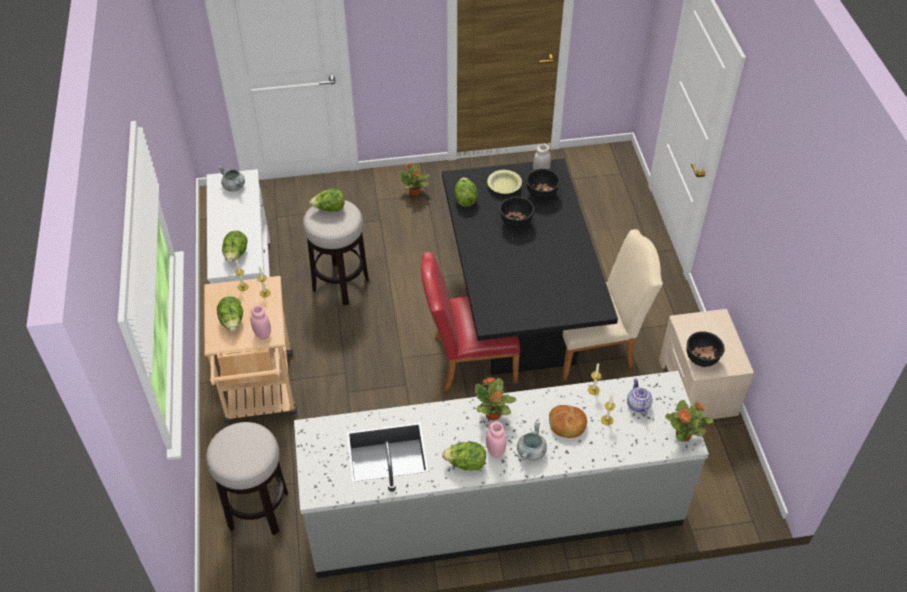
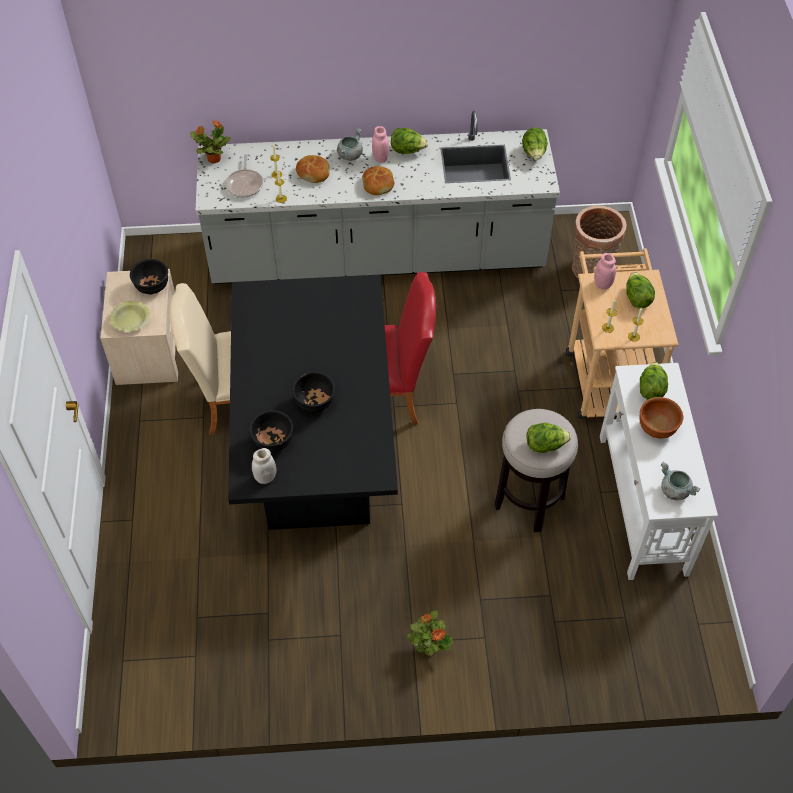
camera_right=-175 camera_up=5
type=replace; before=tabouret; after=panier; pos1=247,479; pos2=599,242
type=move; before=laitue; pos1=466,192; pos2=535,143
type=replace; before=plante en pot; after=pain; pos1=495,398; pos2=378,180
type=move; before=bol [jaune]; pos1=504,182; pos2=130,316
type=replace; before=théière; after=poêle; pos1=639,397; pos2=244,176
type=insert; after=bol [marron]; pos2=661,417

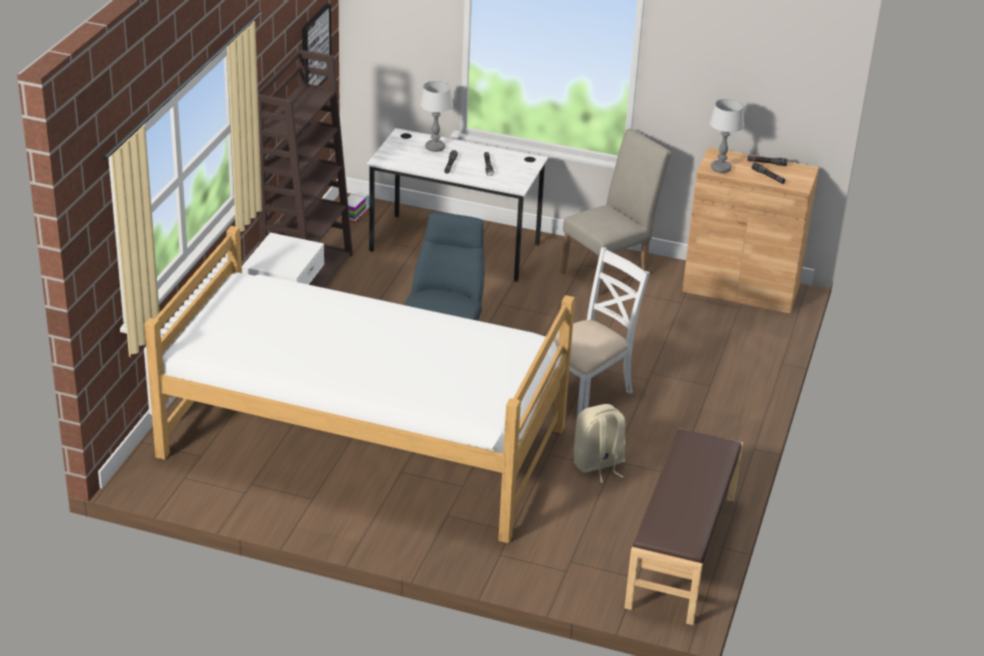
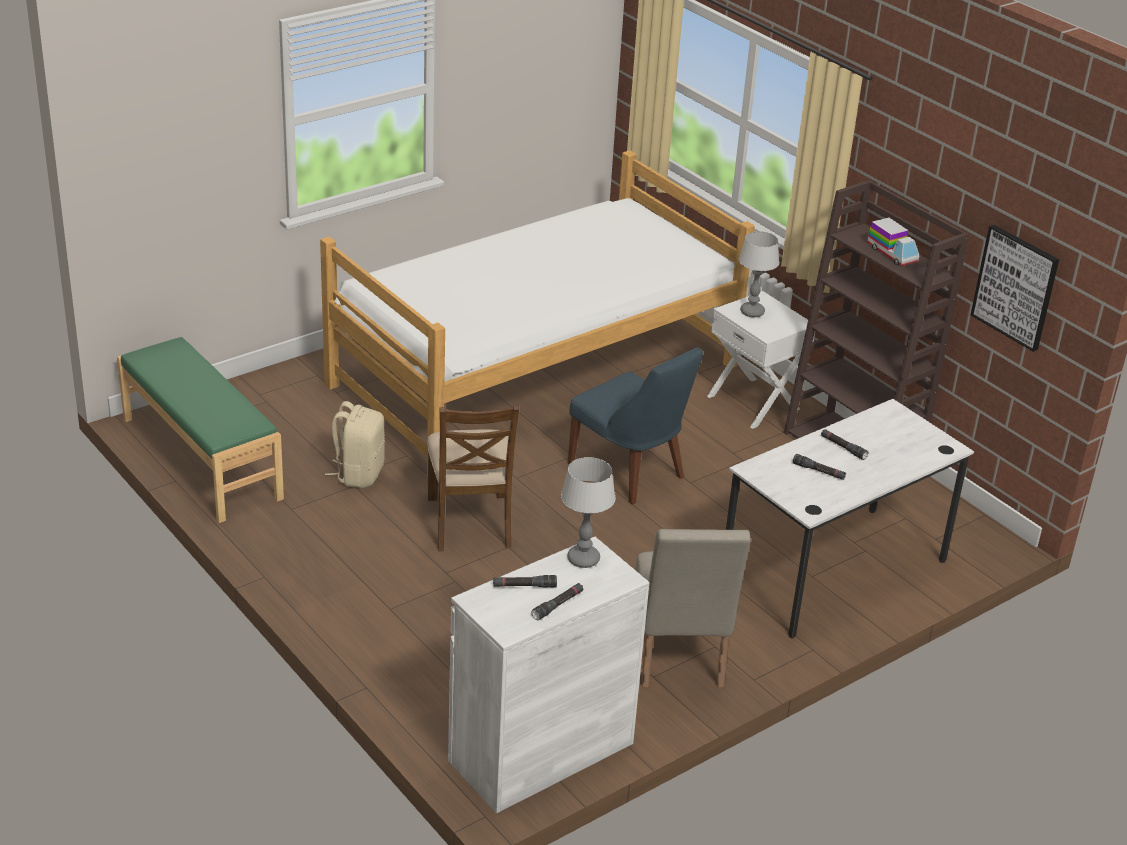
camera_right=125 camera_up=0
type=move; before=camion jouet; pos1=355,207; pos2=893,241
type=move; before=lampe de table; pos1=436,116; pos2=759,274
type=recolor; before=chaise [blanc]; after=chaise [marron]; pos1=597,332; pos2=473,478
type=recolor; before=banc [marron]; after=banc [vert]; pos1=683,526; pos2=200,430
type=recolor; before=meuble de rangement [marron]; after=meuble de rangement [blanc]; pos1=750,230; pos2=548,675

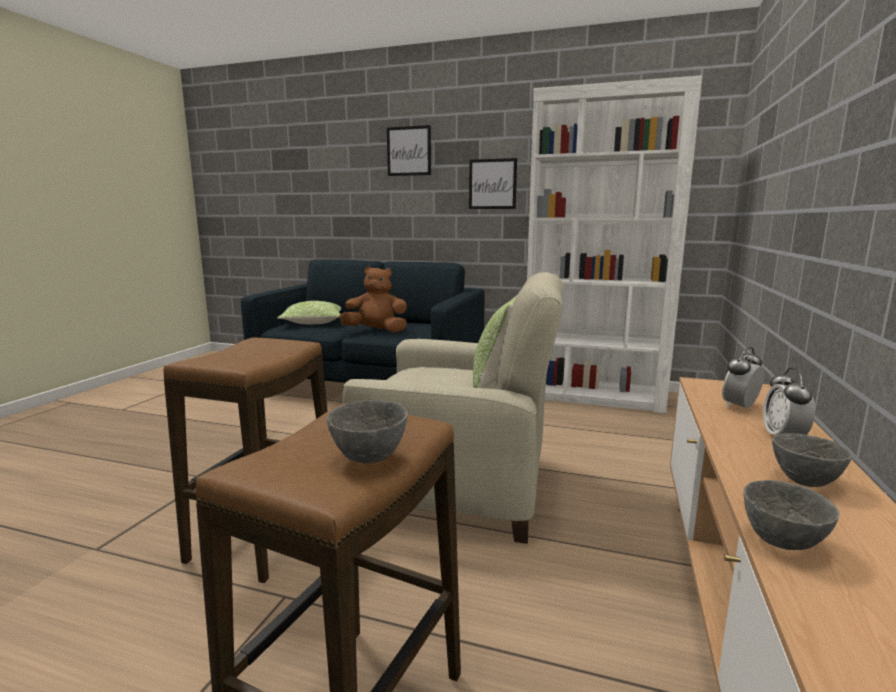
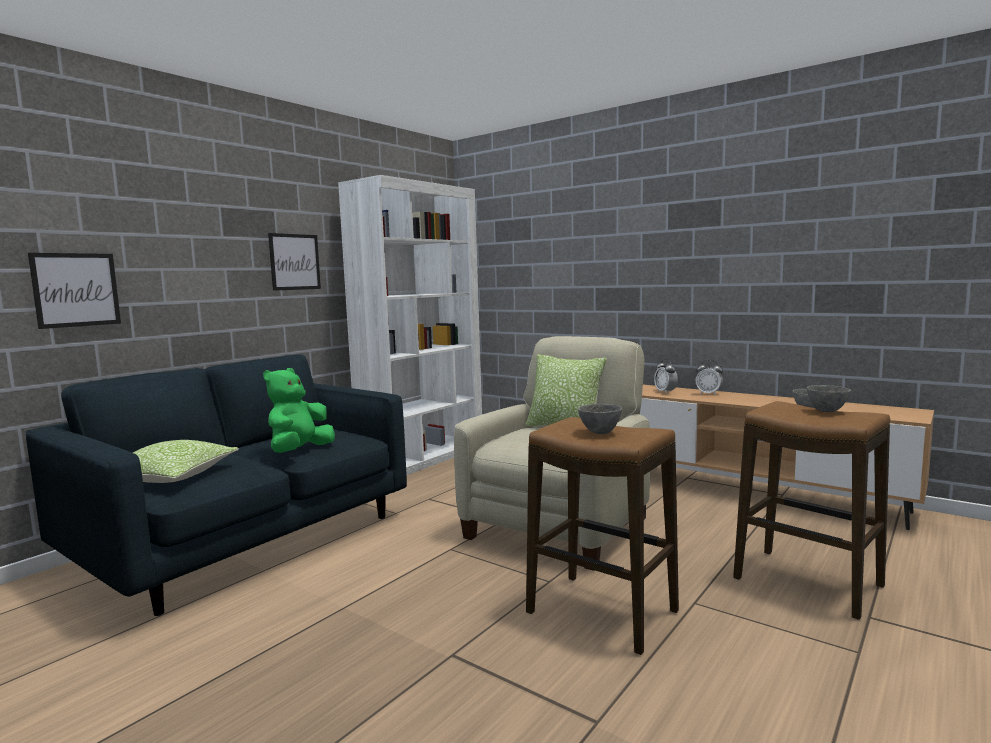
camera_right=-70 camera_up=-5
type=recolor; before=peluche [marron]; after=peluche [vert]; pos1=373,299; pos2=299,410
type=move; before=tableau; pos1=409,150; pos2=74,291
type=move; before=bol [gris]; pos1=812,460; pos2=600,419

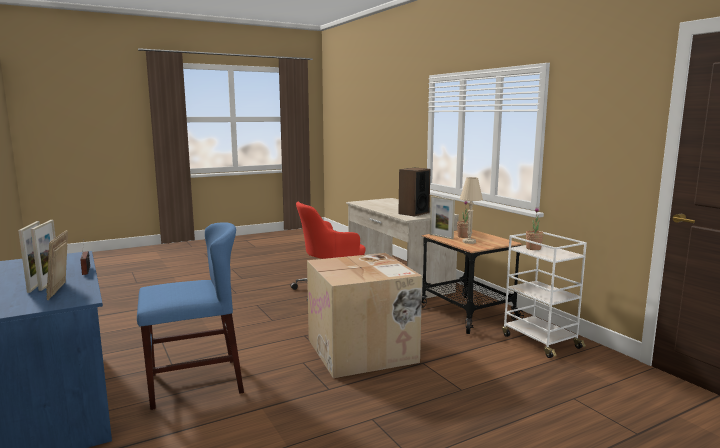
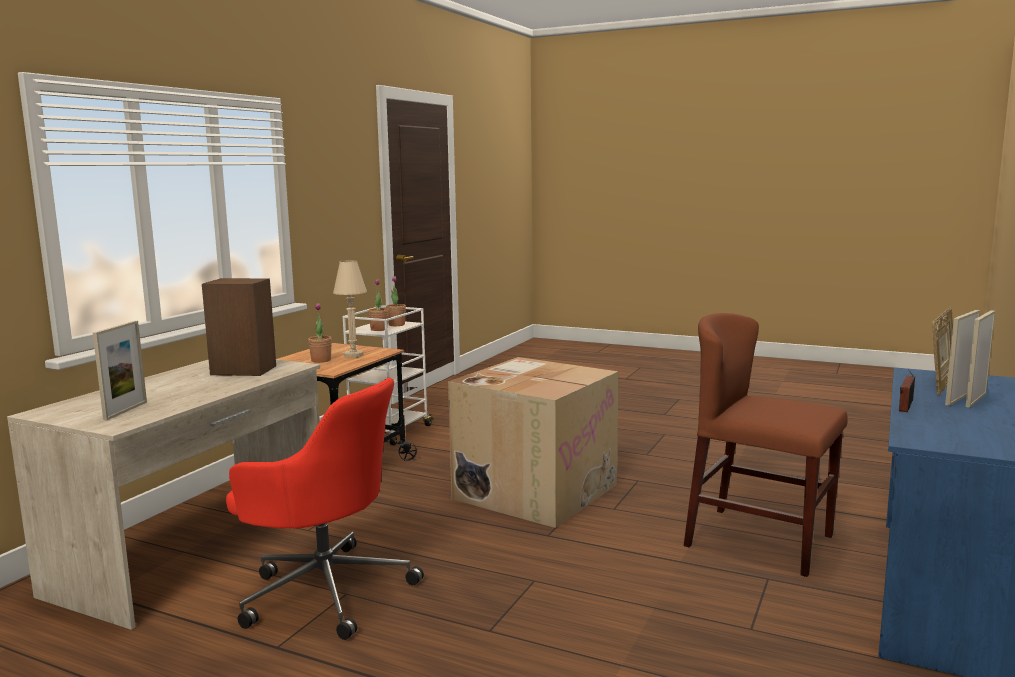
camera_right=-125 camera_up=0
type=recolor; before=chaise [bleu]; after=chaise [marron]; pos1=190,316; pos2=766,445
type=move; before=cadre photo; pos1=442,217; pos2=120,370
type=insert; after=plante en pot; pos2=396,301

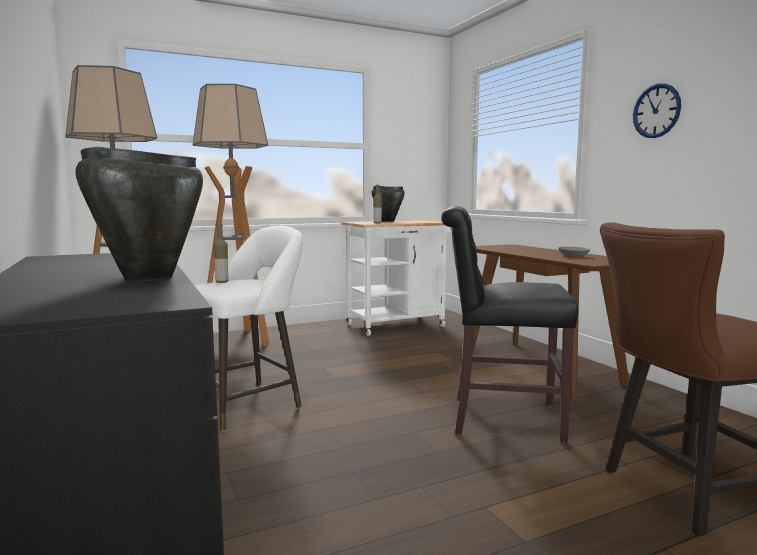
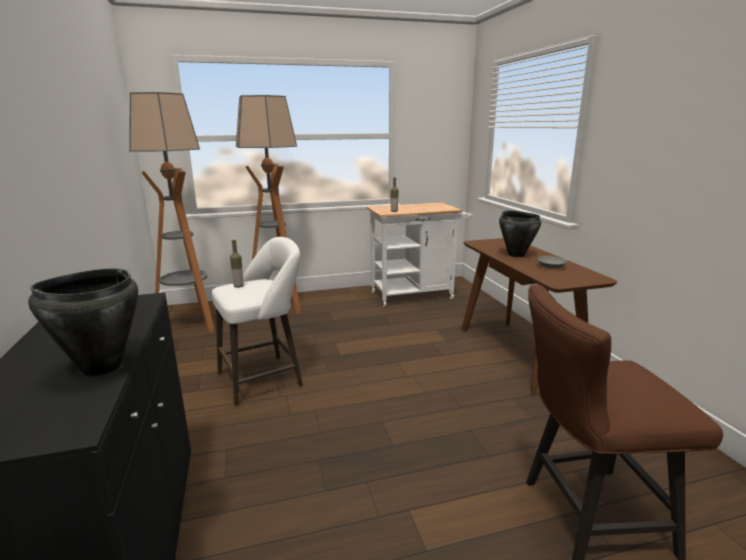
camera_right=10 camera_up=10
type=move; before=marmite [noir]; pos1=388,204; pos2=520,234
type=delete; before=chaise [noir]; pos1=509,324
type=delete; before=horloge murale; pos1=657,110

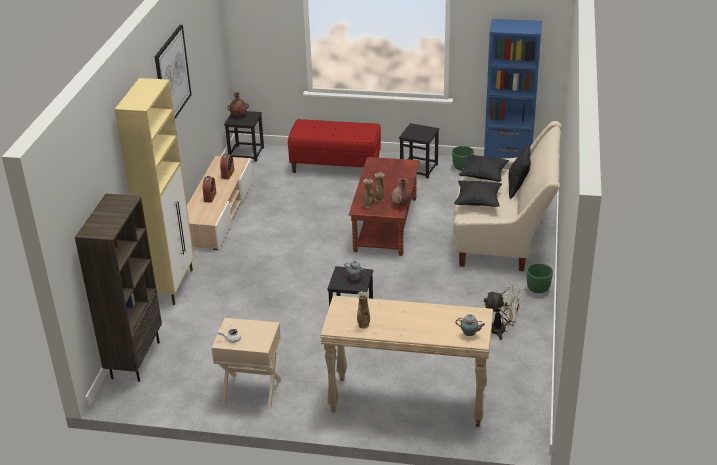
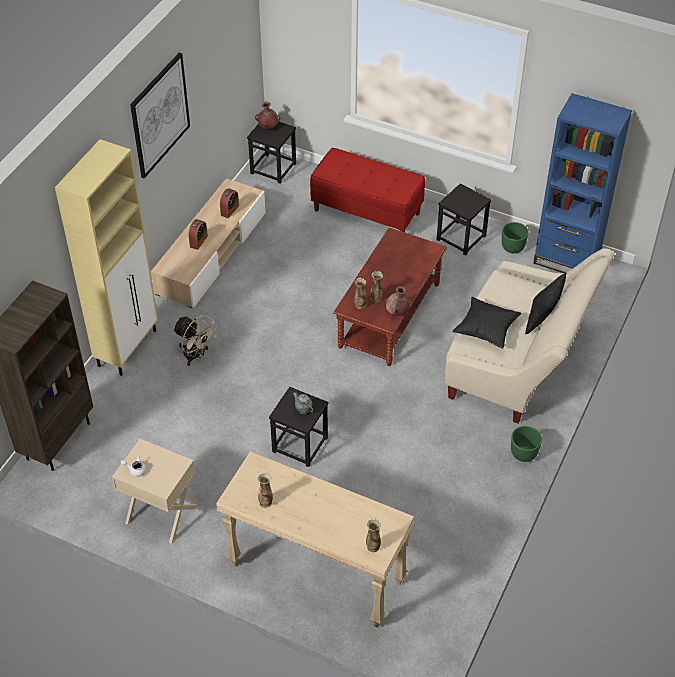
camera_right=15 camera_up=15
type=replace; before=théière; after=vase; pos1=470,325; pos2=373,535
type=delete; before=coussin [noir]; pos1=484,168
type=move; before=ventilateur [beige]; pos1=503,312; pos2=194,340

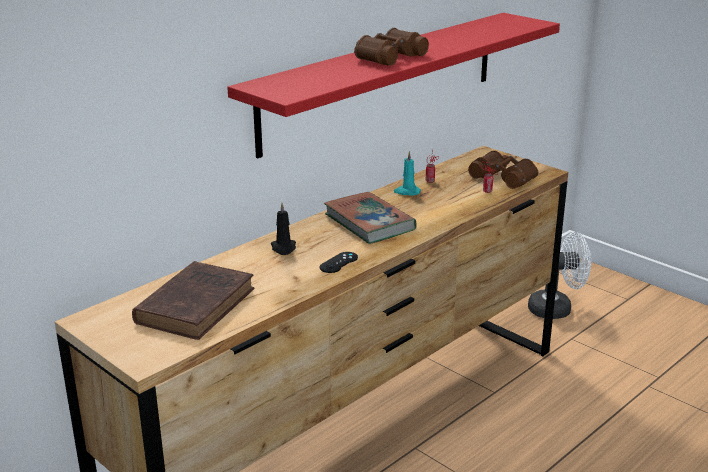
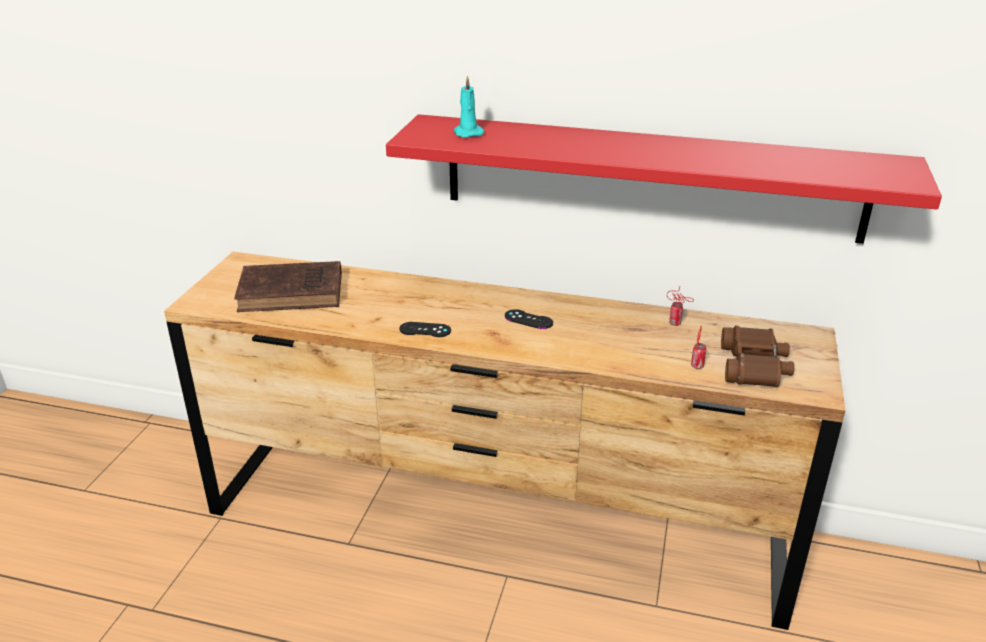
camera_right=60 camera_up=5
type=delete; before=bougie [noir]; pos1=283,229
type=replace; before=livre; after=manette [noir]; pos1=370,218; pos2=529,319
type=delete; before=jumelles [marron]; pos1=391,47
type=move; before=bougie [turquoise]; pos1=407,173; pos2=469,106
type=delete; before=ventilateur [blanc]; pos1=559,275

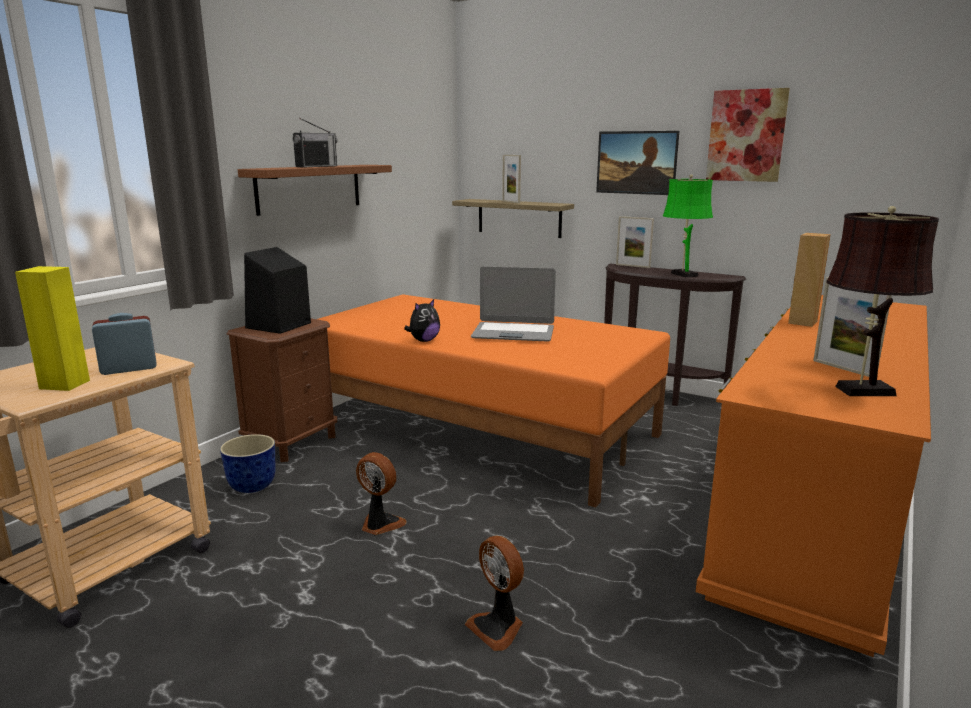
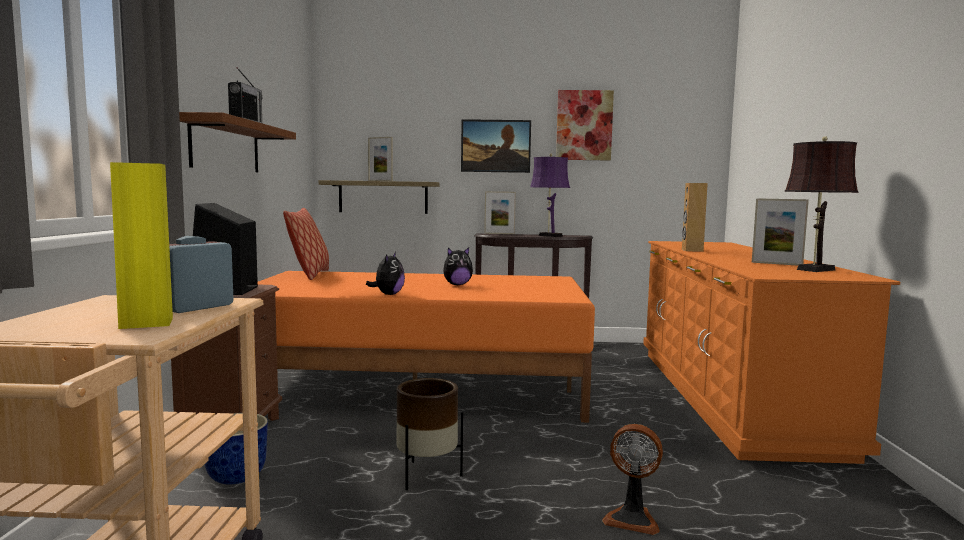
camera_right=-30 camera_up=-10
type=replace; before=ventilateur; after=cache-pot [marron]; pos1=381,493; pos2=429,434
type=replace; before=ordinateur portable; after=peluche; pos1=513,304; pos2=458,266
type=recolor; before=lampe de table [vert]; after=lampe de table [violet]; pos1=688,226; pos2=550,195
type=insert; after=coussin; pos2=306,244

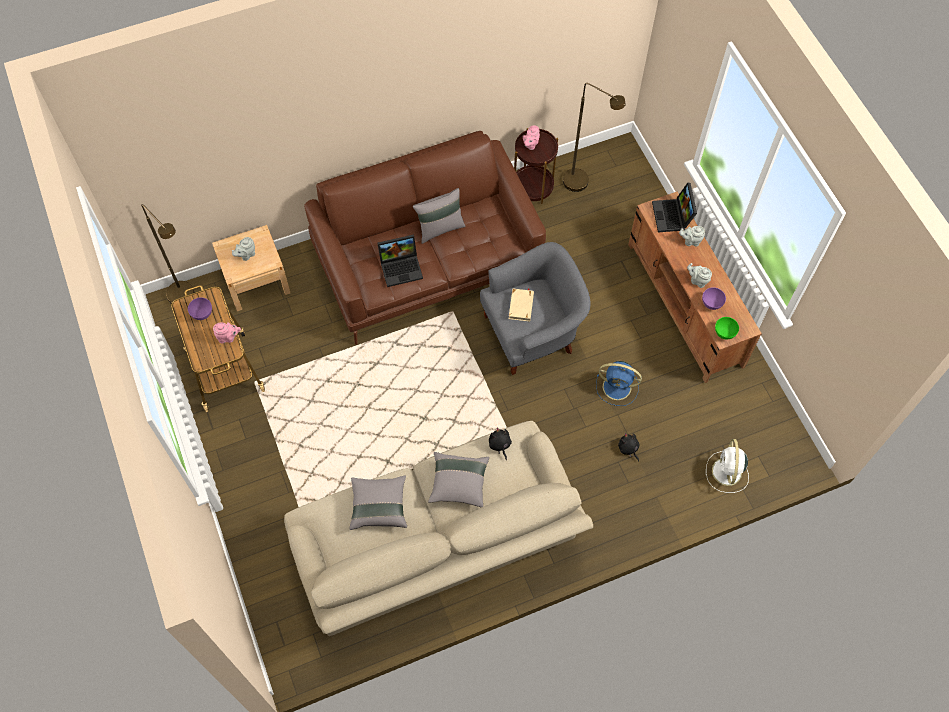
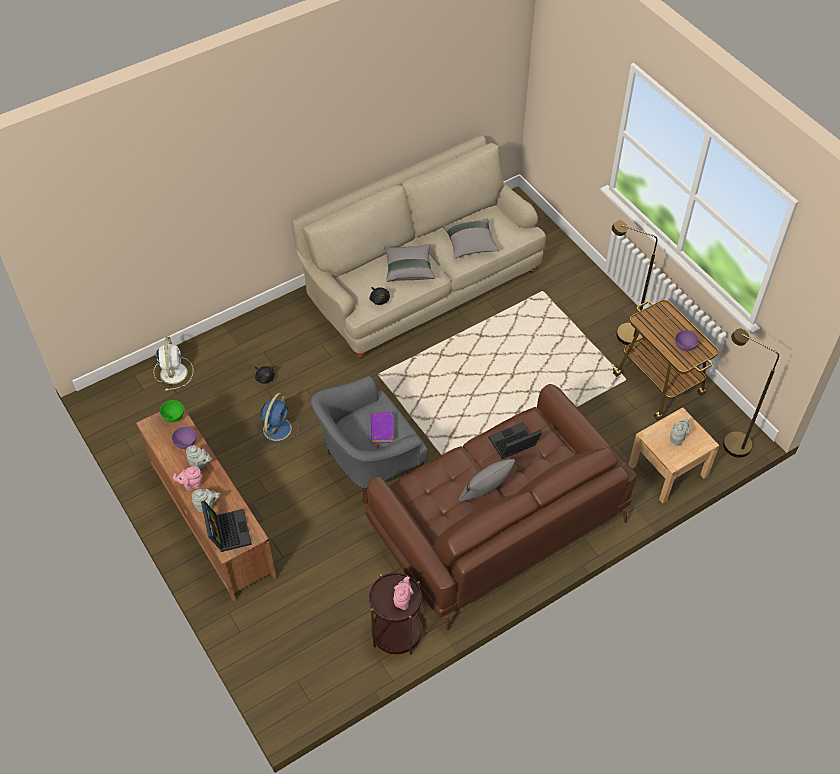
camera_right=170 camera_up=-10
type=move; before=théière [rose]; pos1=227,332; pos2=188,478
type=recolor; before=livre [beige]; after=livre [violet]; pos1=521,305; pos2=382,430
type=move; before=lampadaire [marron]; pos1=594,137; pos2=635,282
type=rotate; before=ventilateur [bleu]; pos1=619,383; pos2=278,419; turn=105

